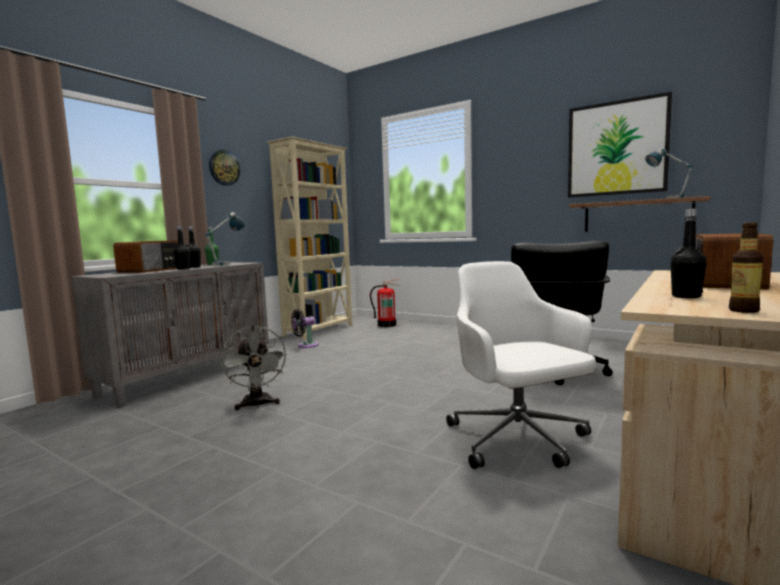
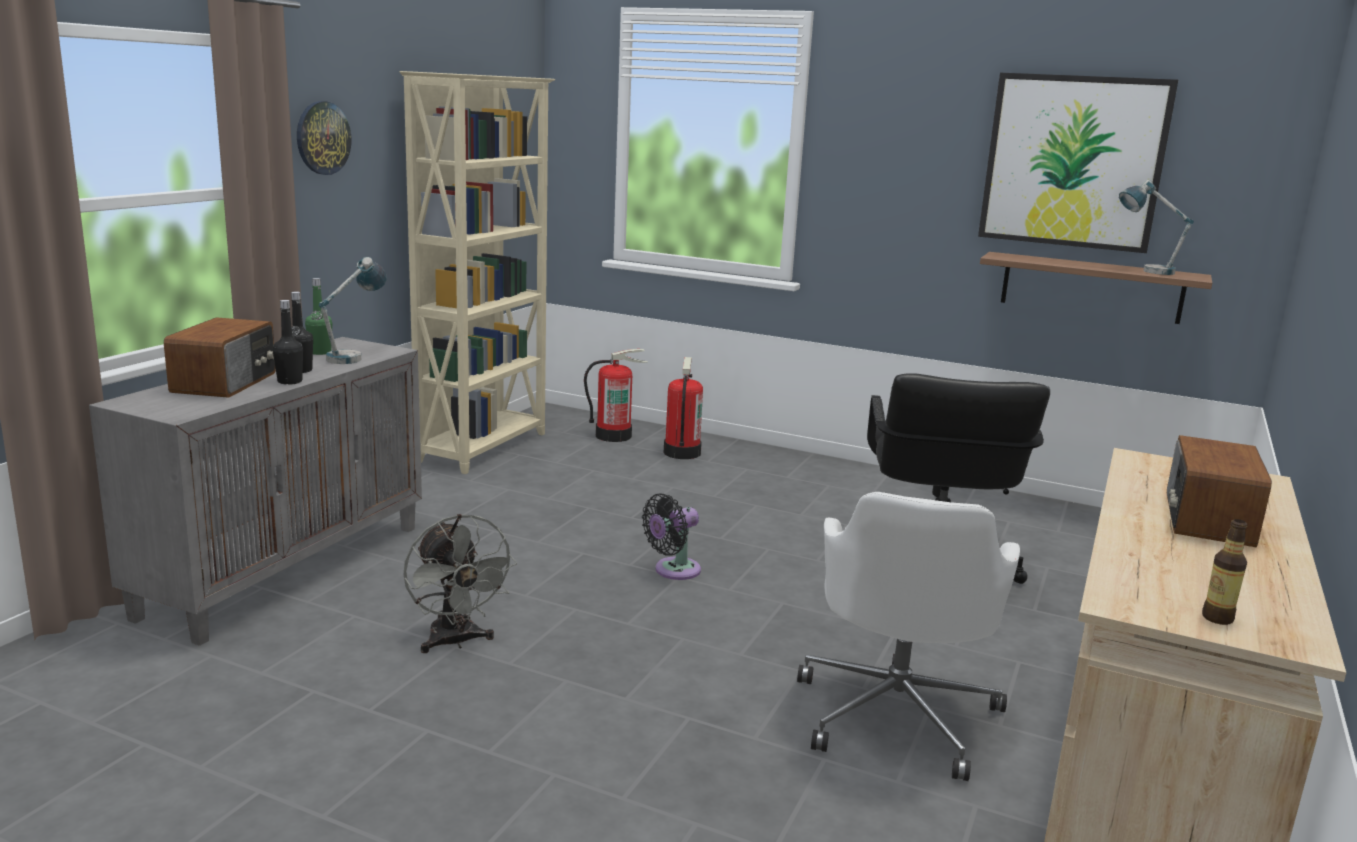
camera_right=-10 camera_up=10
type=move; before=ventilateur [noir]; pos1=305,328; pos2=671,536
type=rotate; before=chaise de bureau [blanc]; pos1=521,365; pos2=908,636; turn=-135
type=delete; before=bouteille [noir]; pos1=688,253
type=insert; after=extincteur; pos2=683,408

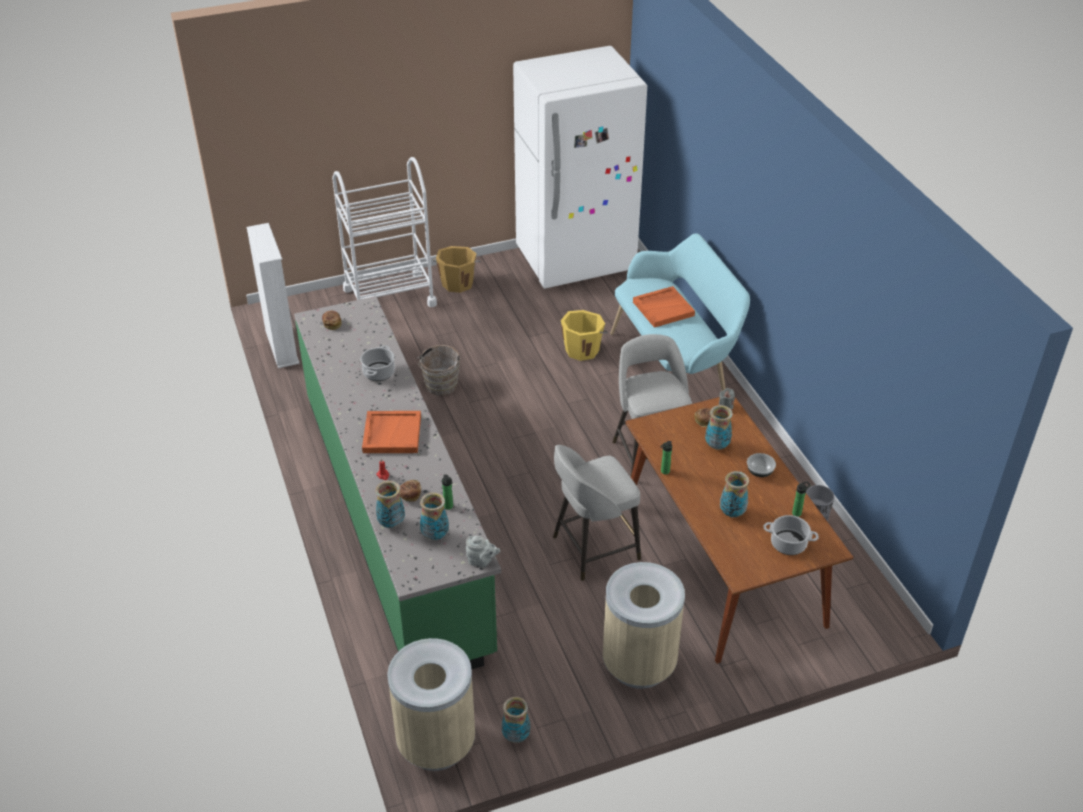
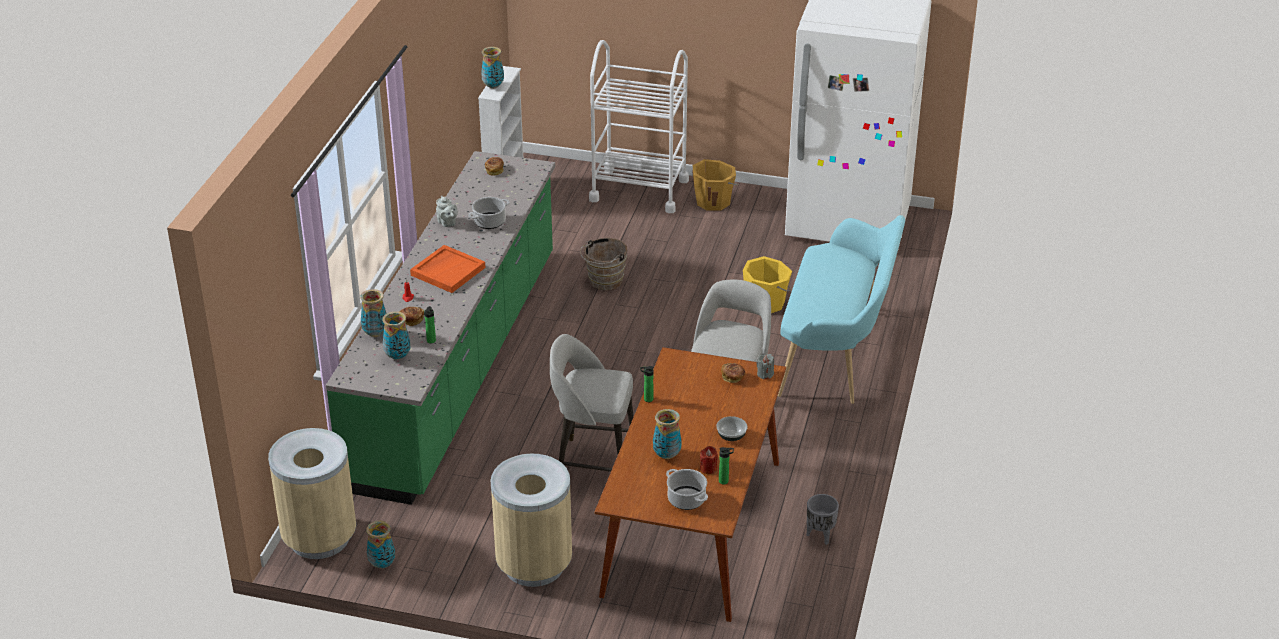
camera_right=35 camera_up=-5
type=move; before=théière [gris]; pos1=483,552; pos2=447,211
type=delete; before=plateau [orange]; pos1=664,307
type=move; before=vase; pos1=719,427; pos2=492,68
type=insert; after=bougie [rouge]; pos2=709,460

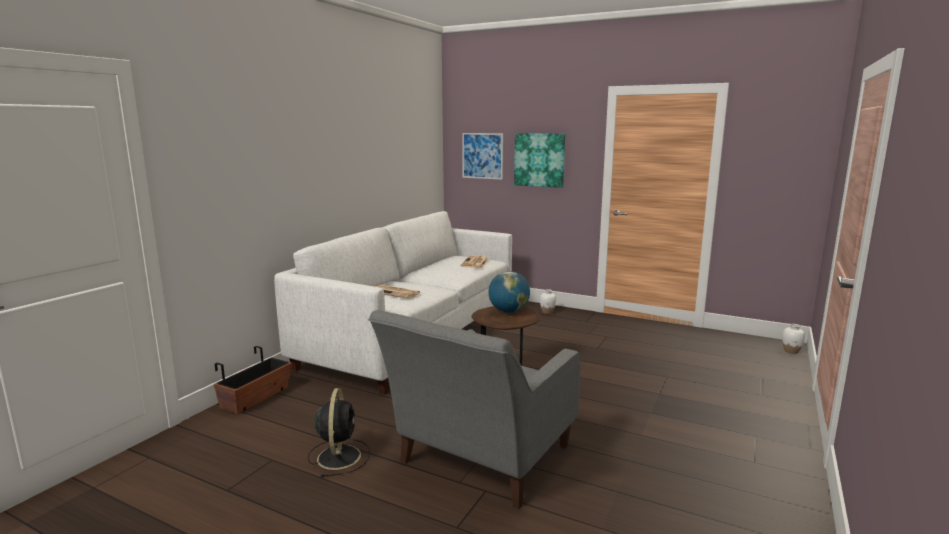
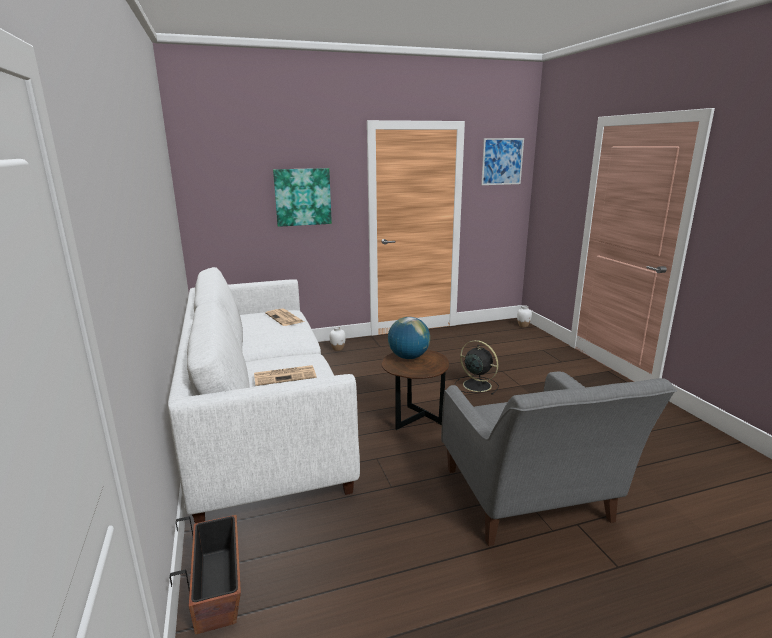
camera_right=-45 camera_up=5
type=move; before=ventilateur [noir]; pos1=339,432; pos2=477,367
type=move; before=tableau; pos1=482,156; pos2=502,161

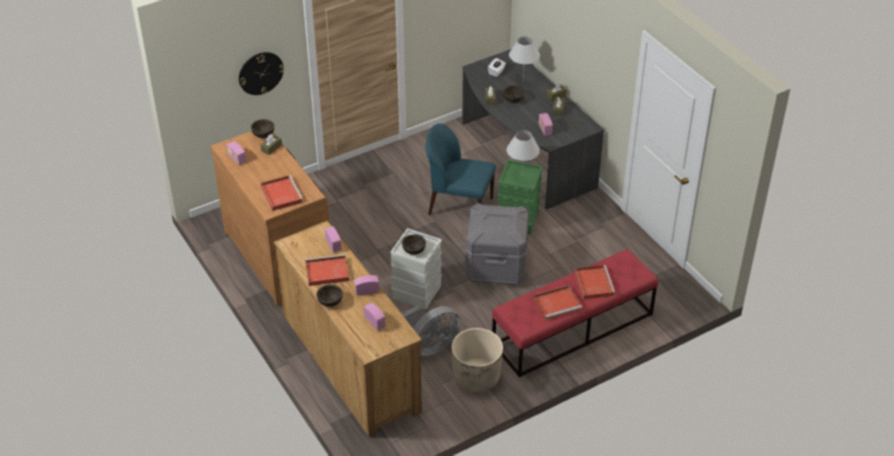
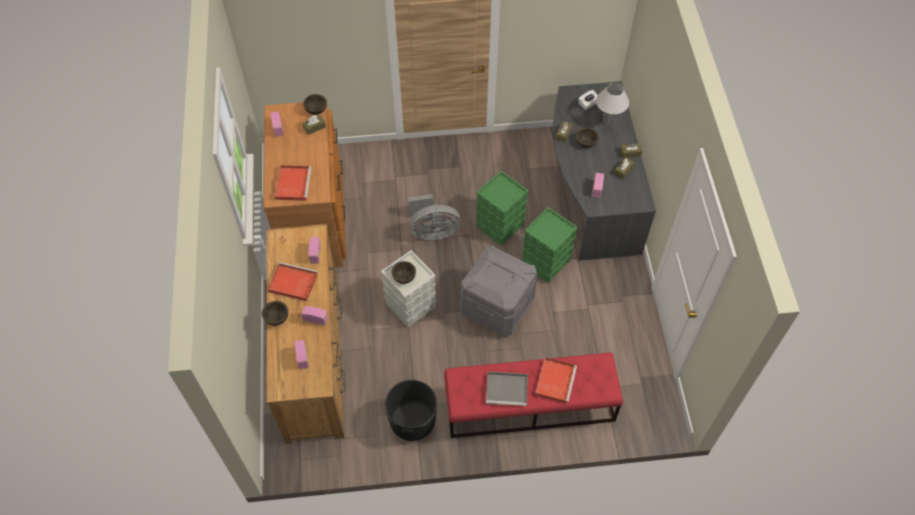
camera_right=25 camera_up=15
type=delete; before=horloge murale; pos1=261,73
type=move; before=ventilateur [gris]; pos1=431,331; pos2=434,217
type=replace; before=chaise [bleu]; after=boîte de rangement [vert]; pos1=460,169; pos2=502,208
type=recolor; before=cache-pot [beige]; after=cache-pot [noir]; pos1=477,360; pos2=411,410
type=delete; before=lampe de table [blanc]; pos1=523,149
type=recolor; before=plateau [rouge]; after=plateau [gris]; pos1=557,302; pos2=507,389

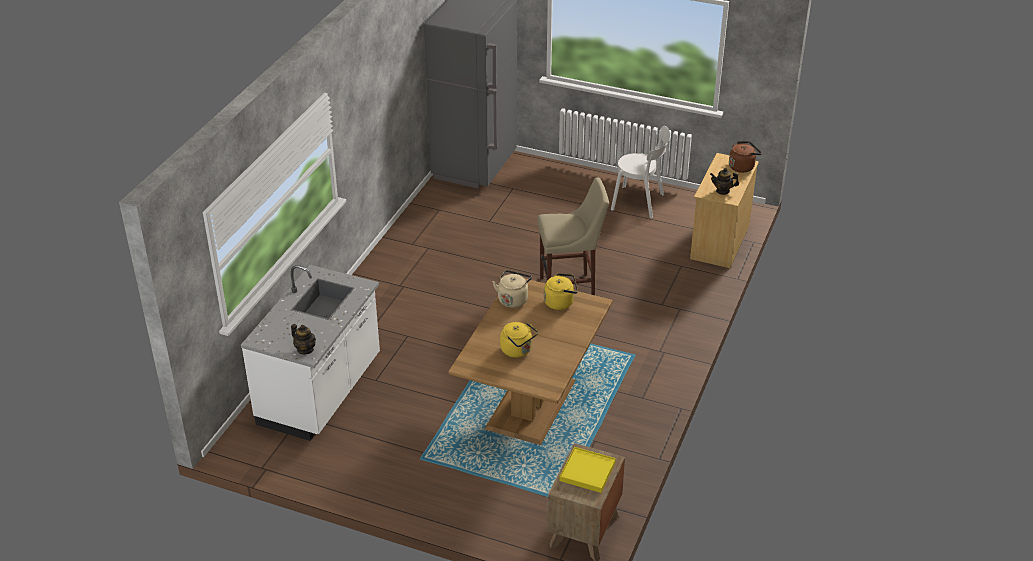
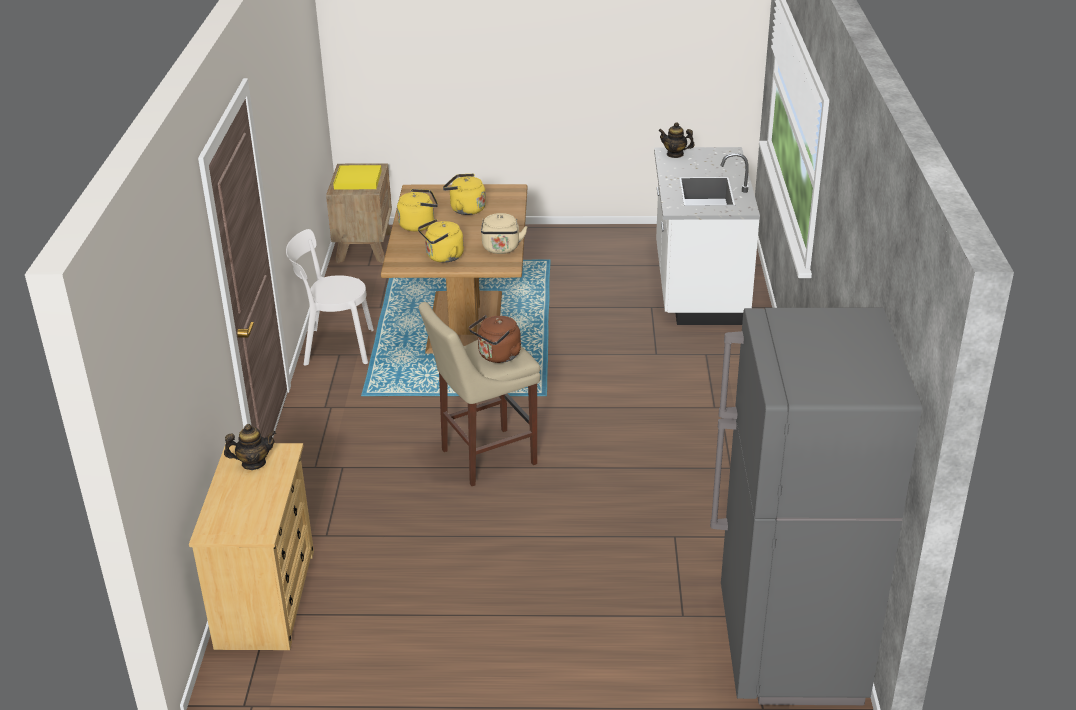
camera_right=160 camera_up=-5
type=move; before=chaise [blanc]; pos1=641,172; pos2=330,297
type=move; before=bouilloire [marron]; pos1=745,157; pos2=495,339
type=insert; after=bouilloire [jaune]; pos2=417,210

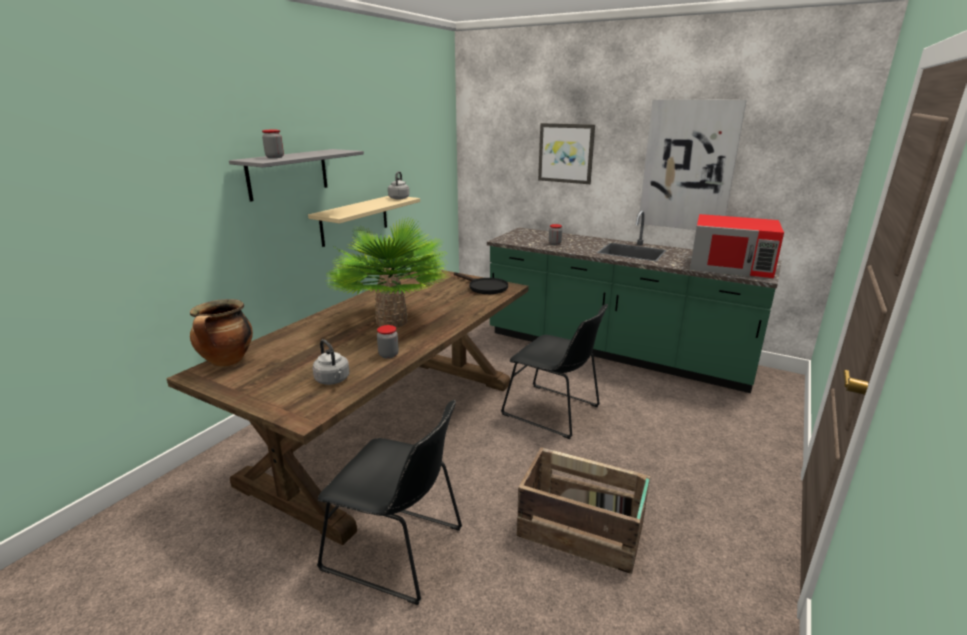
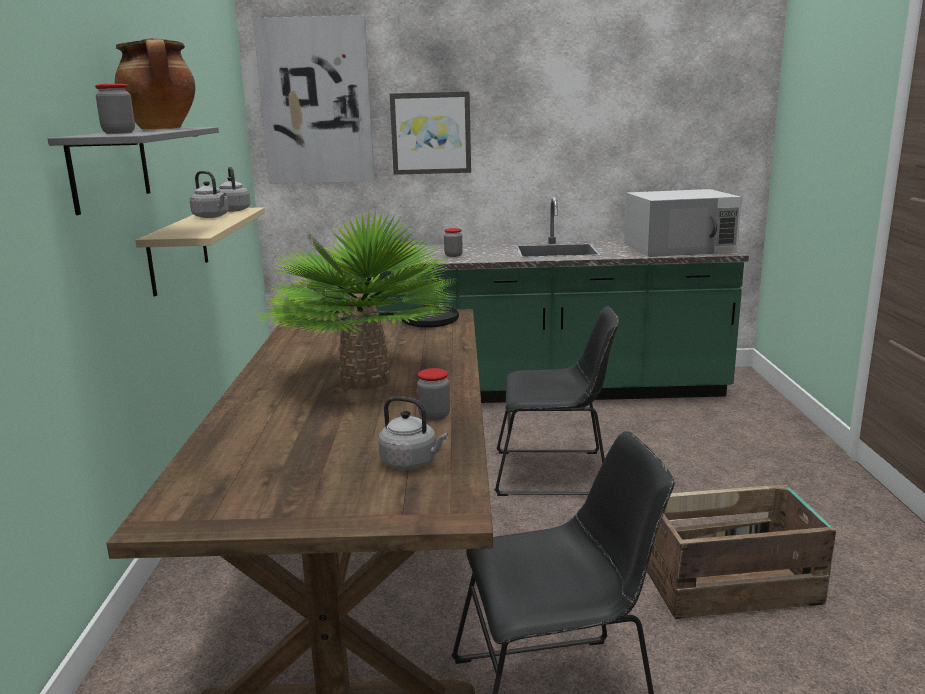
camera_right=-30 camera_up=-5
type=move; before=marmite; pos1=221,333; pos2=155,83
type=move; before=tableau; pos1=693,165; pos2=314,99
type=recolor; before=micro-ondes [rouge]; after=micro-ondes [blanc]; pos1=737,246; pos2=683,223
type=insert; after=bouilloire [gris]; pos2=209,194

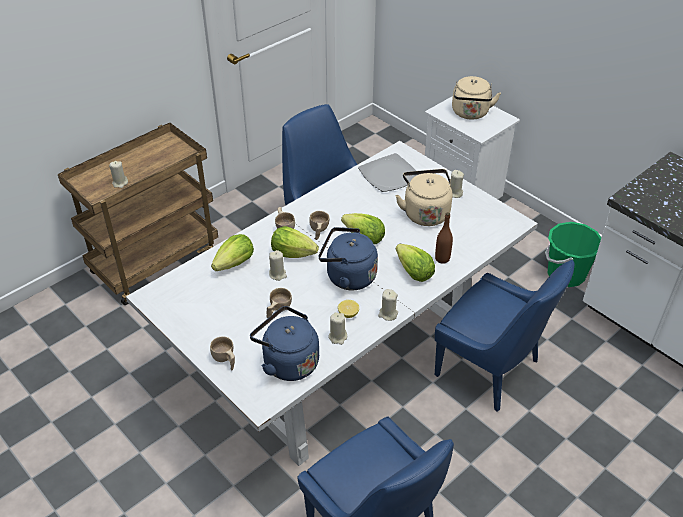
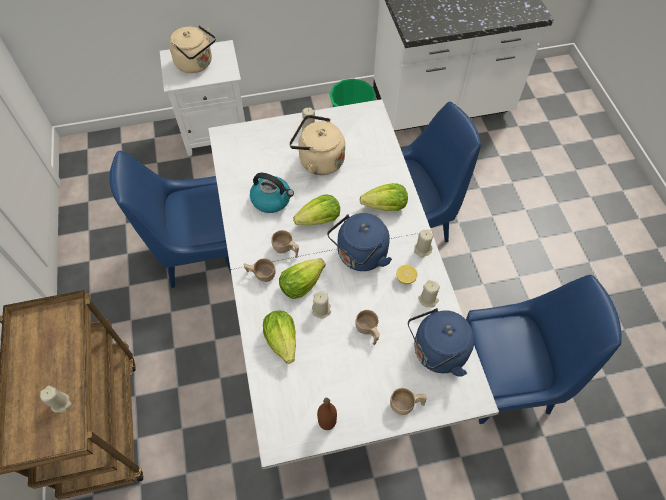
camera_right=-60 camera_up=15
type=delete; before=assiette; pos1=387,172
type=move; before=bouteille [marron]; pos1=444,238; pos2=327,414
type=insert; after=bouilloire; pos2=272,193

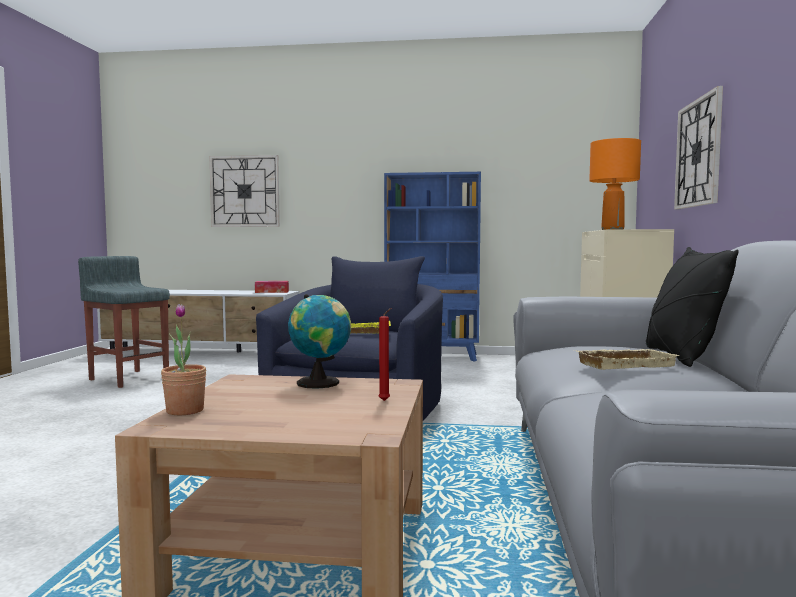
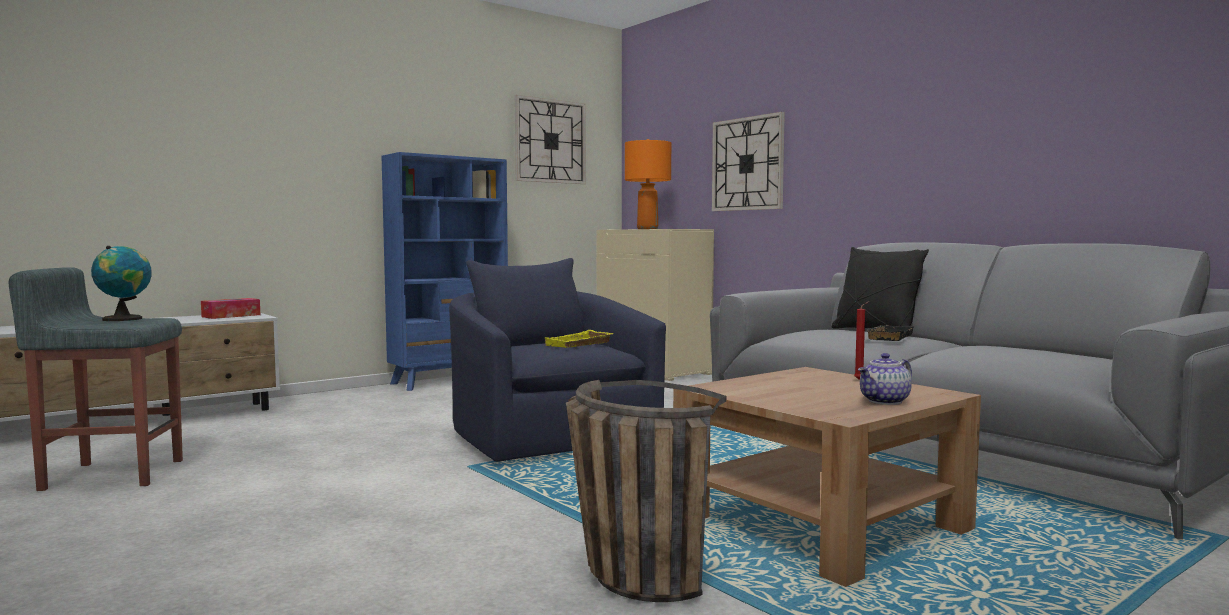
camera_right=-45 camera_up=0
type=delete; before=plante en pot; pos1=183,359
type=move; before=horloge murale; pos1=244,191; pos2=550,139
type=move; before=globe; pos1=319,341; pos2=121,283
type=recolor; before=plateau [beige]; after=plateau [noir]; pos1=627,359; pos2=890,333
type=insert; after=panier; pos2=646,491
type=insert; after=théière; pos2=885,379

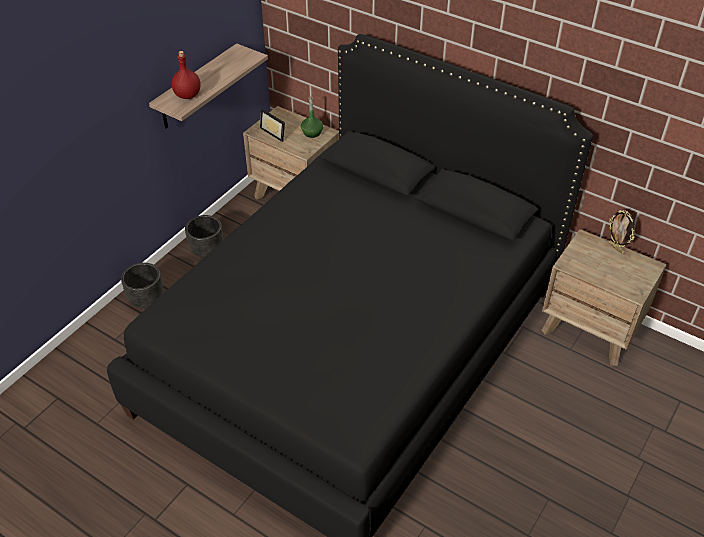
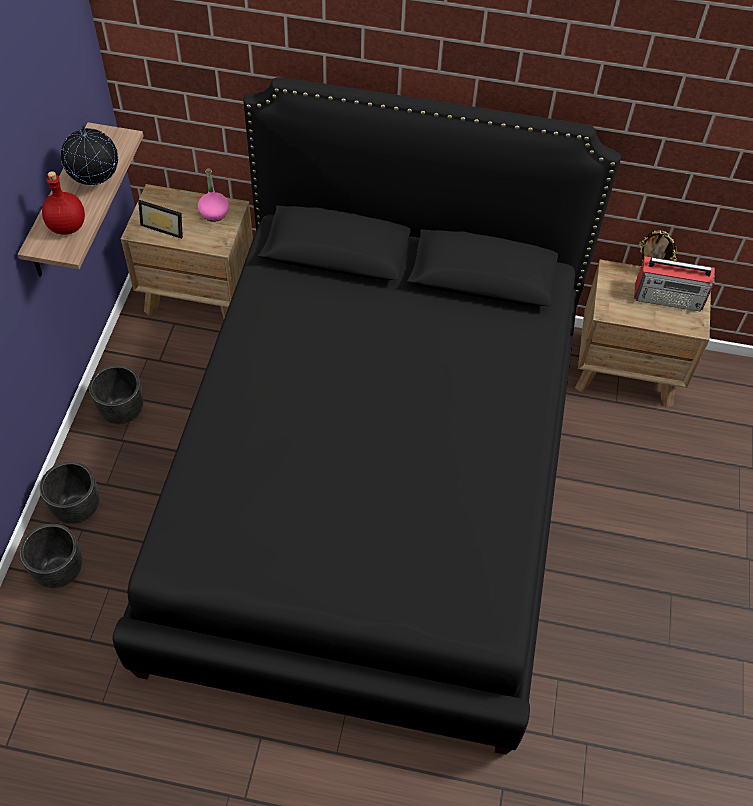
camera_right=-25 camera_up=10
type=recolor; before=bouteille [vert]; after=bouteille [rose]; pos1=312,117; pos2=213,195
type=insert; after=cache-pot [noir]; pos2=51,556
type=insert; after=globe; pos2=89,156
type=insert; after=radio; pos2=674,284

